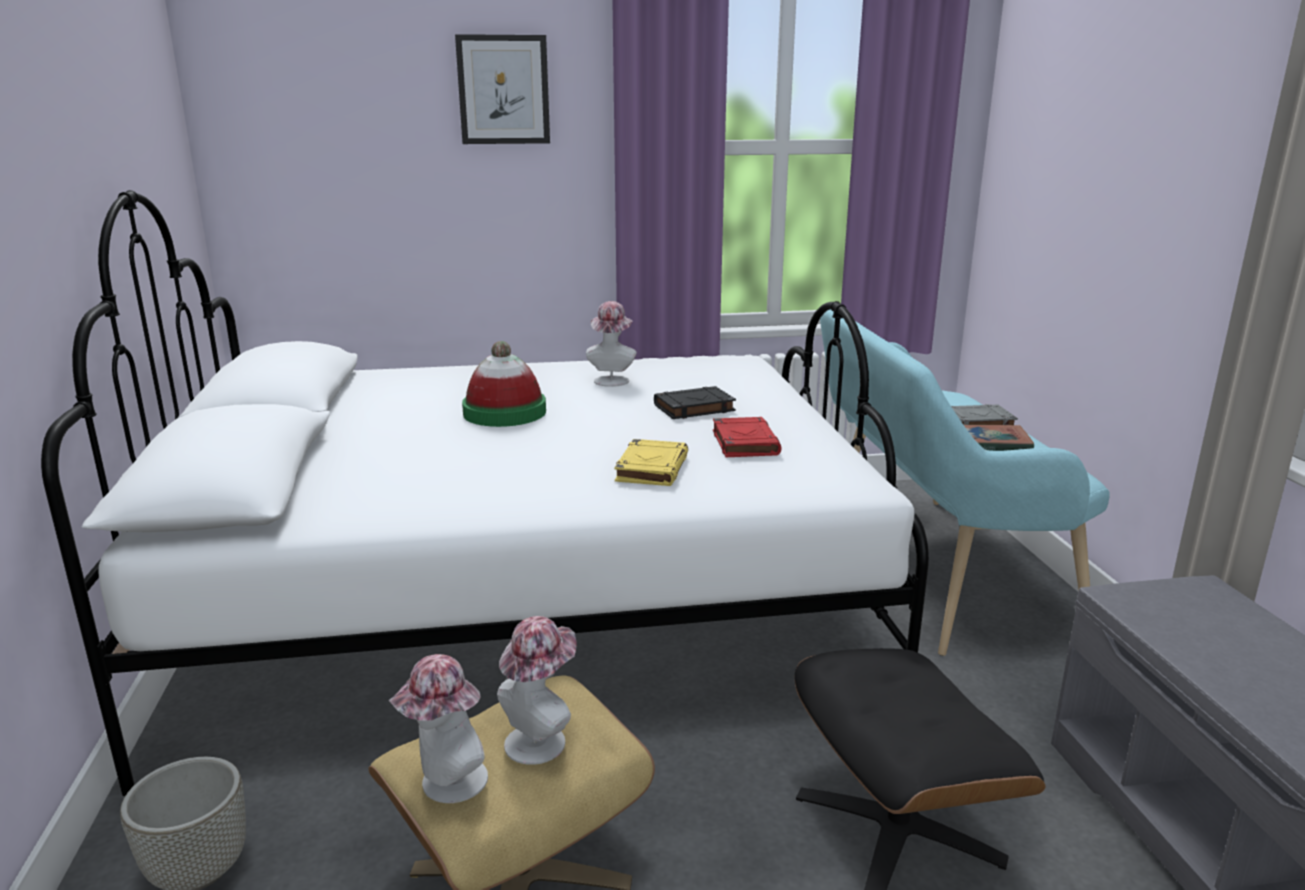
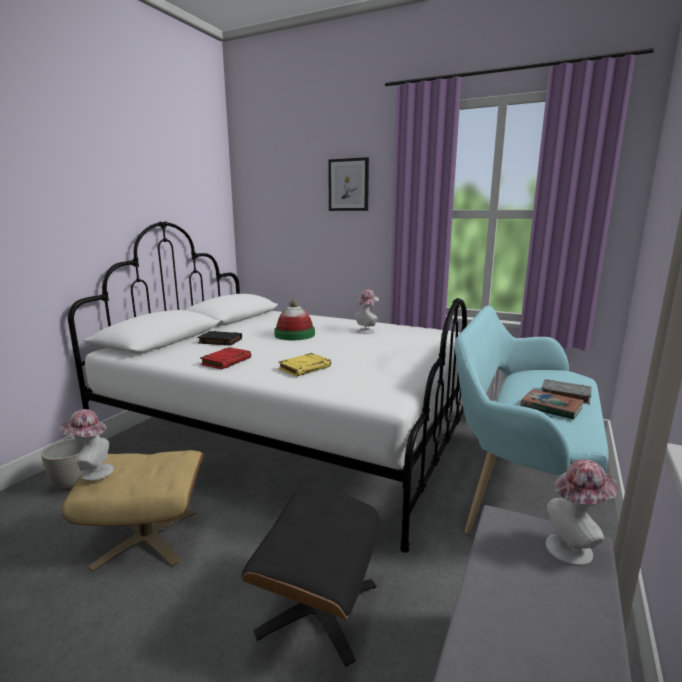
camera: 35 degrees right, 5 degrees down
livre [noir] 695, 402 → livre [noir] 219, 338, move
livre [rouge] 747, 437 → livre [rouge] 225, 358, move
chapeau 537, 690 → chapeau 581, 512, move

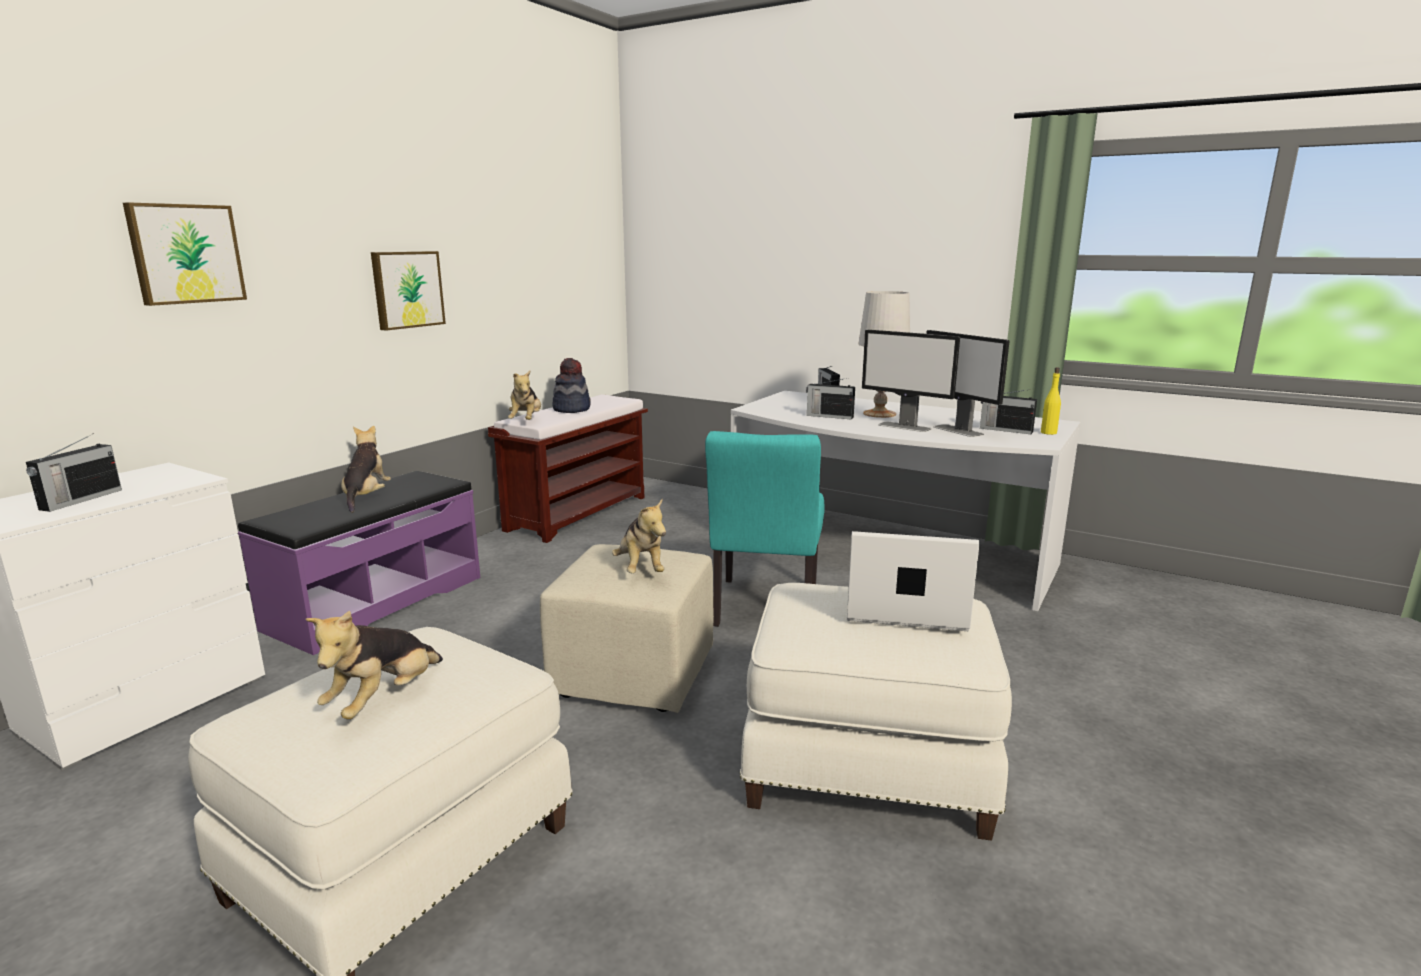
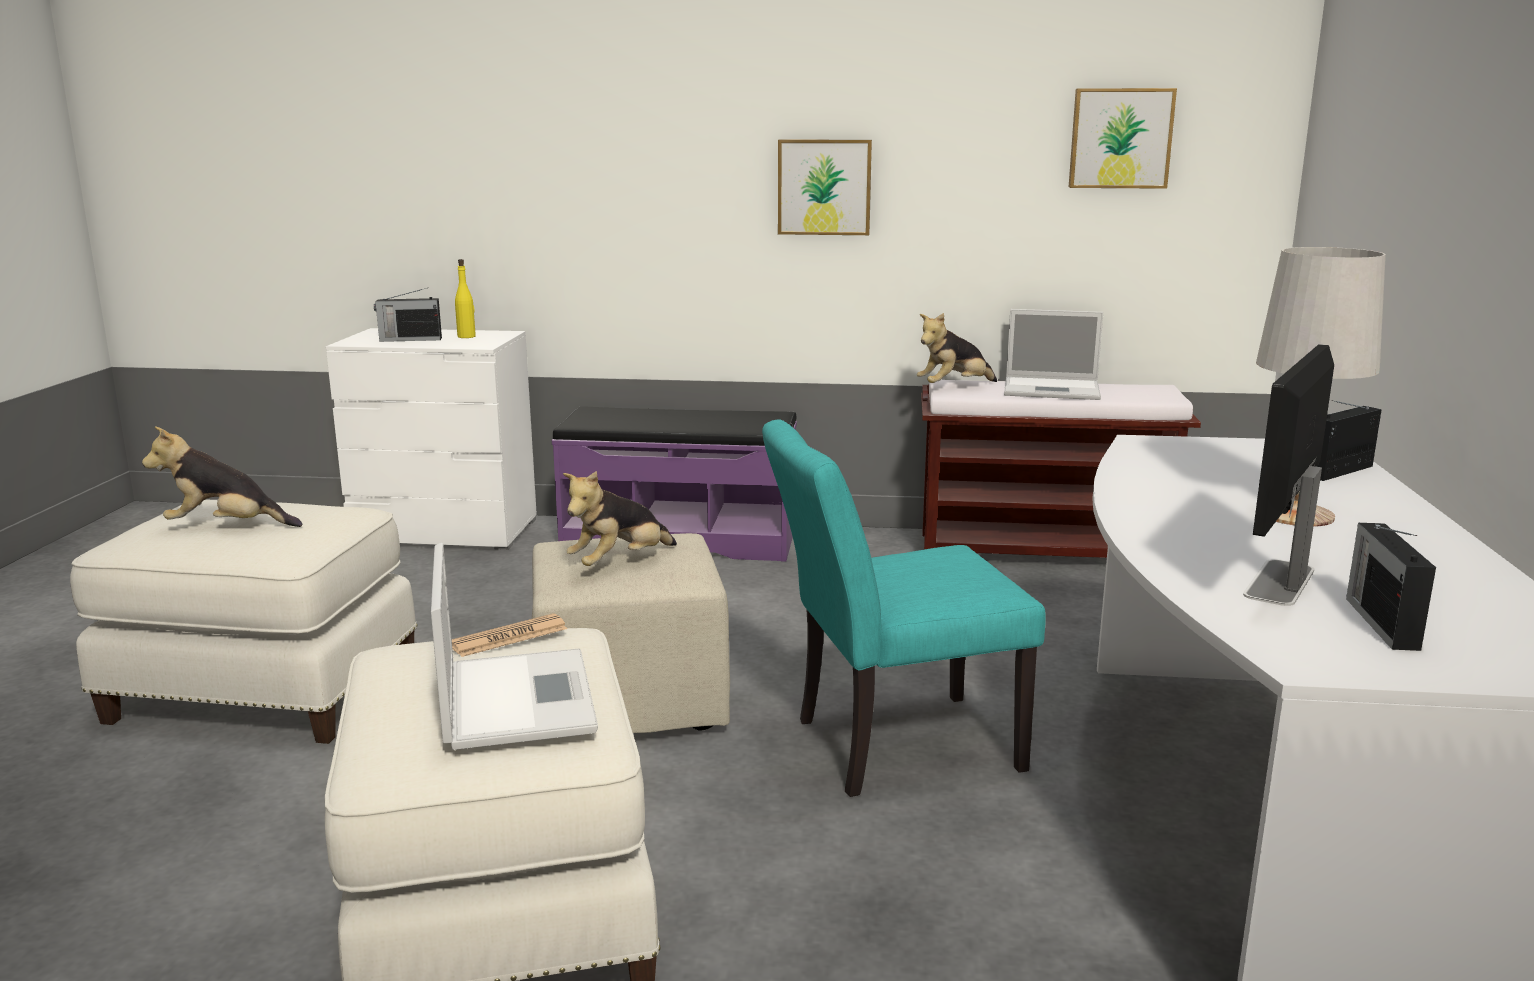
camera: 65 degrees right, 0 degrees up
tableau 185, 254 → tableau 1123, 138, move
écran d'ordinateur 911, 381 → -
chapeau 571, 385 → ordinateur portable 1053, 354
bouteille [jaune] 1051, 401 → bouteille [jaune] 465, 298, move
radio 830, 399 → -
peluche 366, 469 → -
- → journal 509, 635

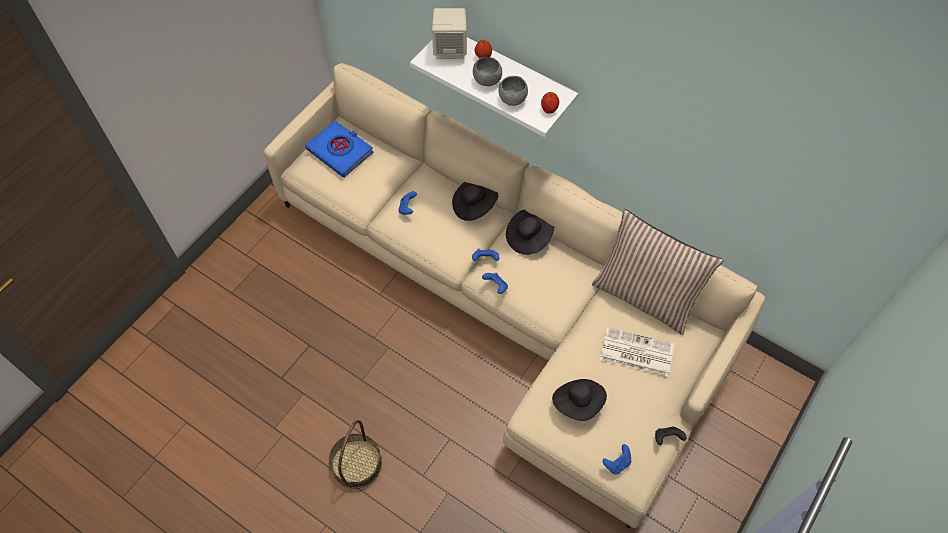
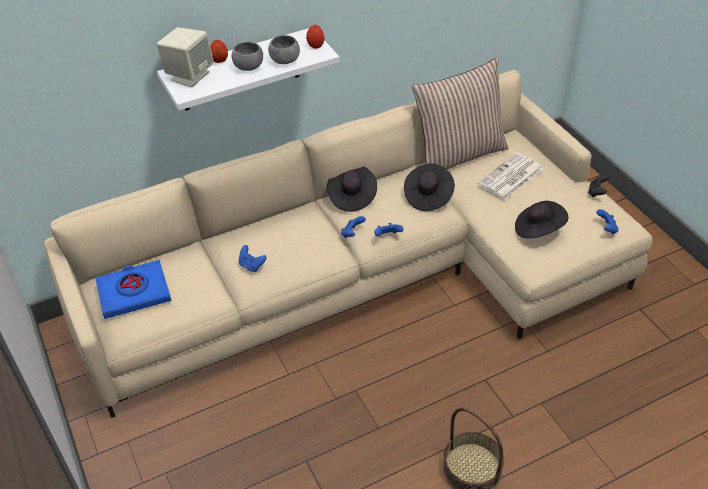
camera: 60 degrees left, 15 degrees down
chapeau [noir] 475, 201 → chapeau [noir] 429, 187, move

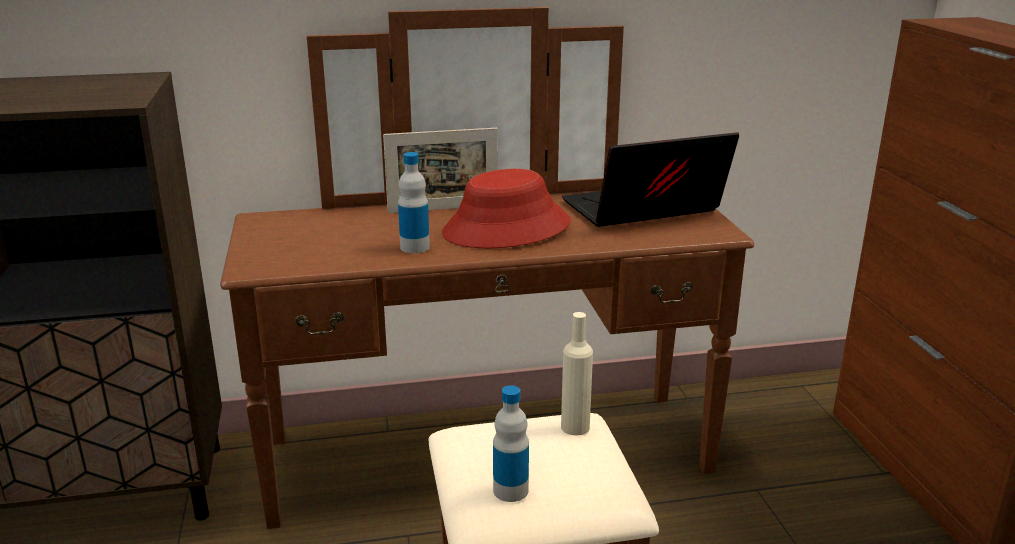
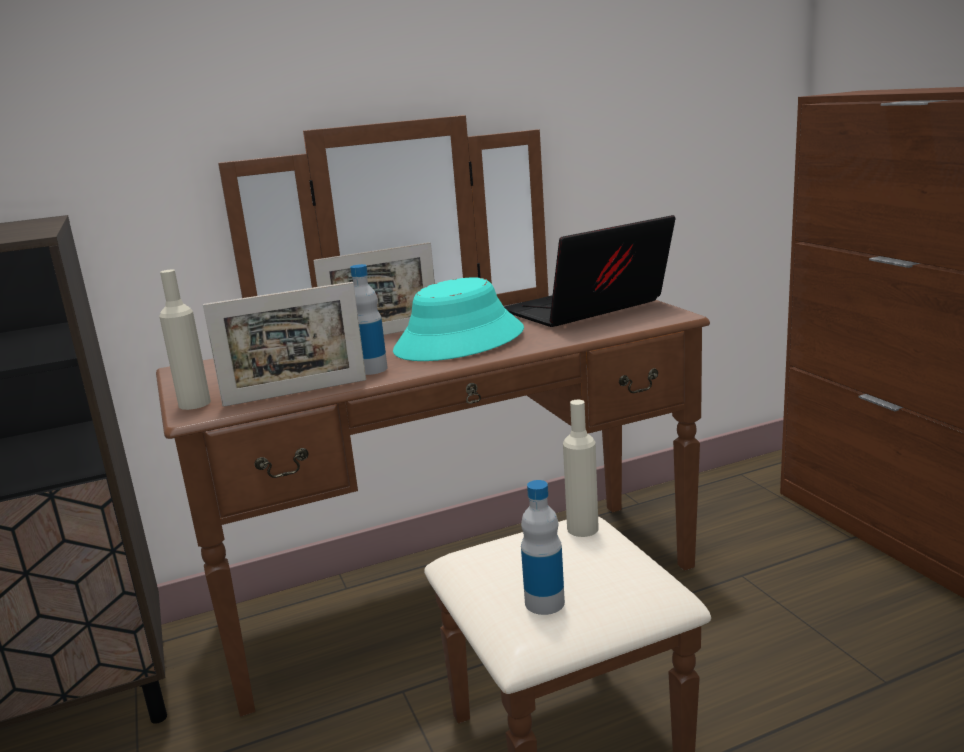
camera: 10 degrees left, 5 degrees down
chapeau [rouge] 506, 208 → chapeau [turquoise] 458, 319
- → bouteille [beige] 185, 340
- → cadre photo 284, 344

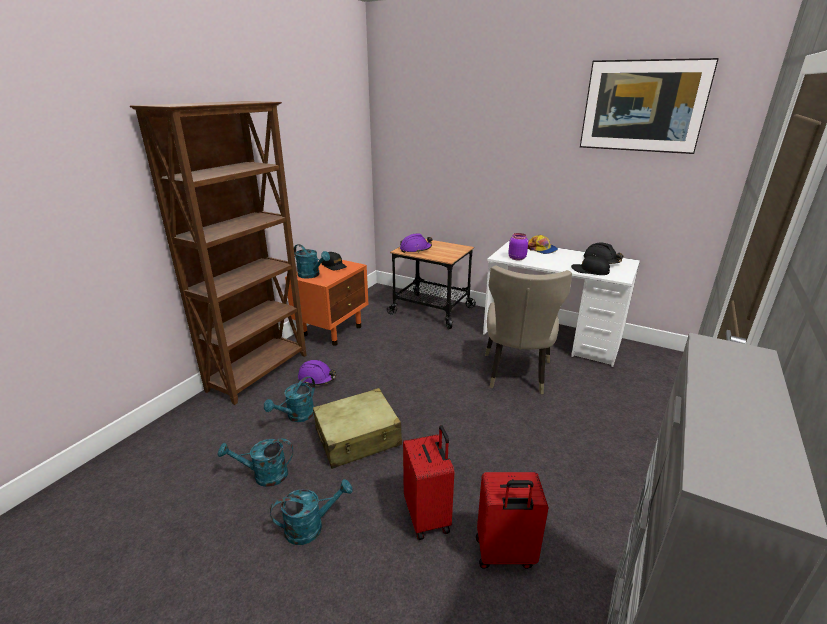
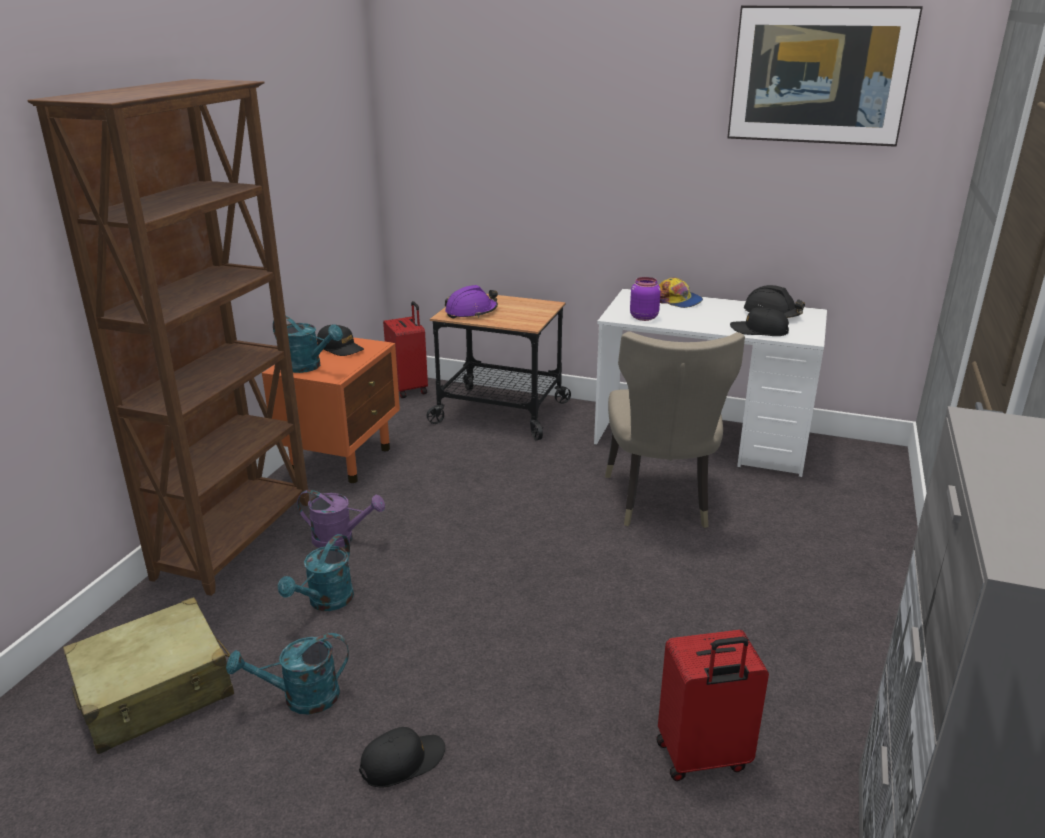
camera: 10 degrees left, 0 degrees up
casque de chantier [violet] 317, 372 → arrosoir [violet] 341, 519
valise [beige] 357, 428 → valise [beige] 148, 675, move
valise [rouge] 428, 482 → valise [rouge] 405, 349, move
arrosoir [turquoise] 311, 512 → casquette [noir] 402, 757

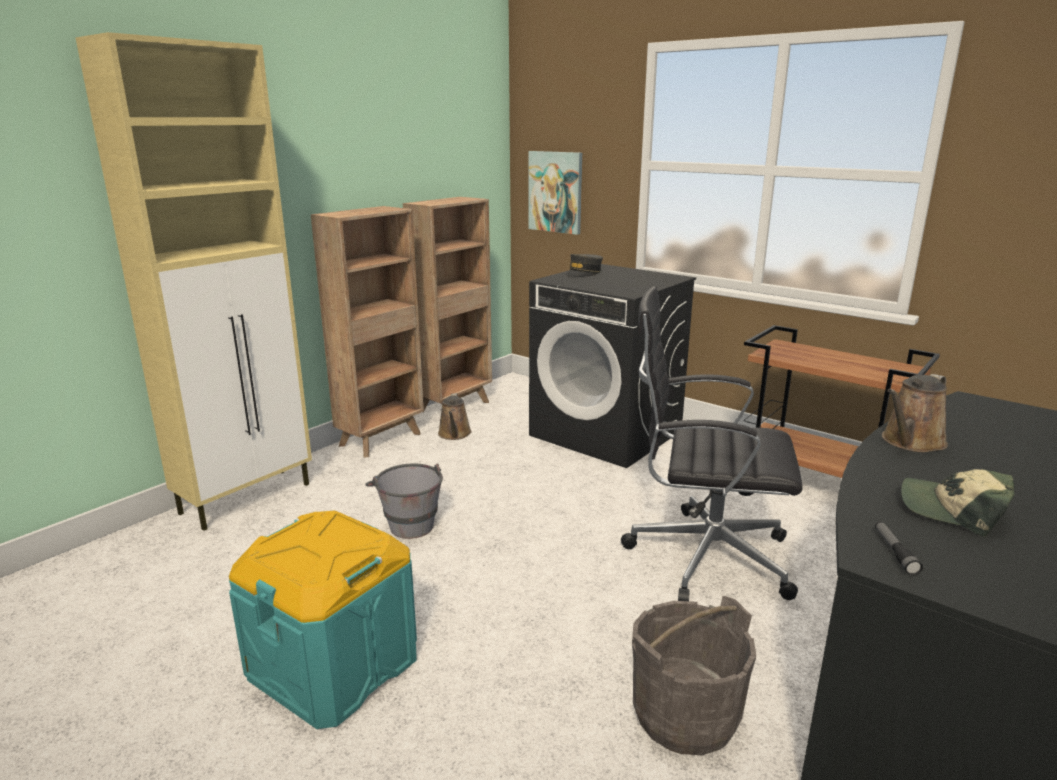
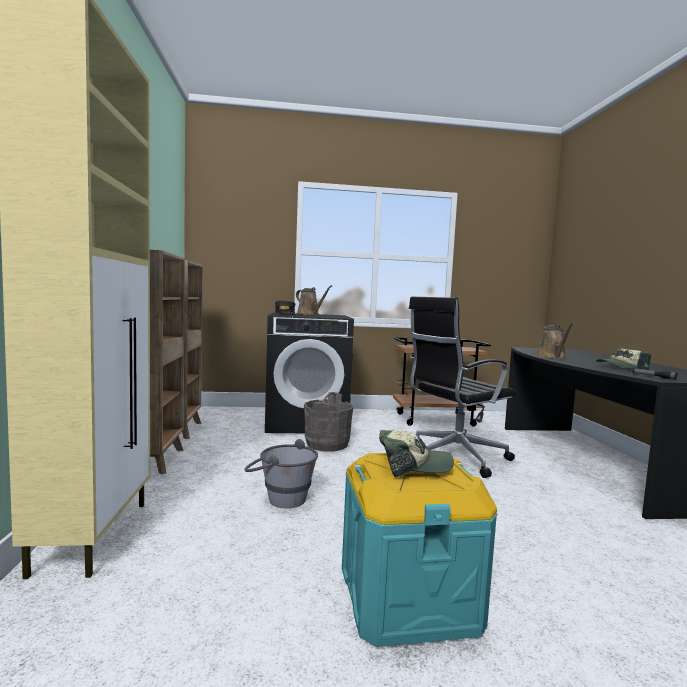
camera: 45 degrees left, 15 degrees down
tableau 555, 193 → -
arrosoir [marron] 455, 416 → arrosoir [marron] 314, 300, move
seau [gris] 694, 675 → seau [gris] 329, 422, move
- → casquette 416, 453

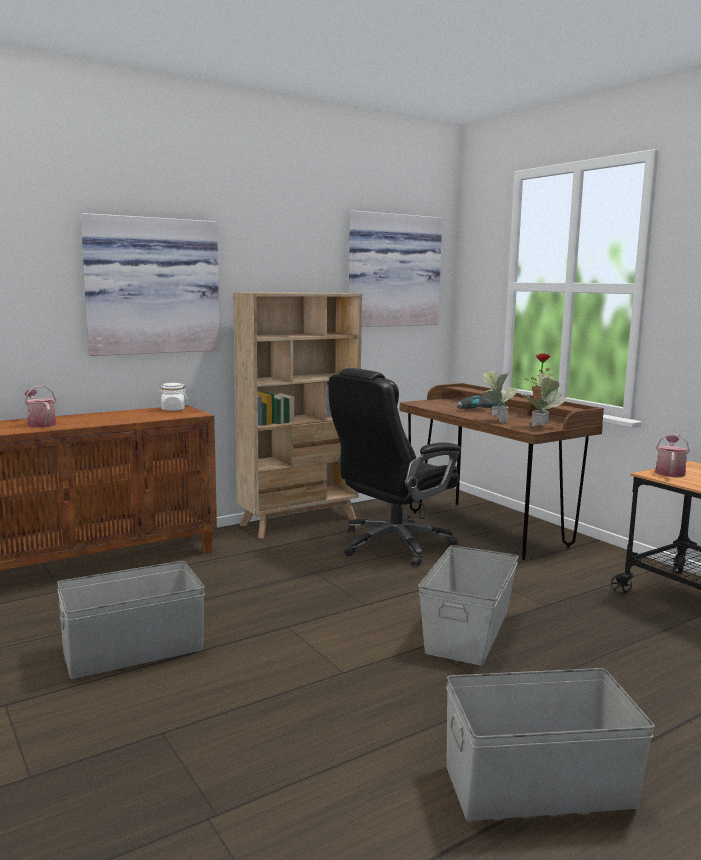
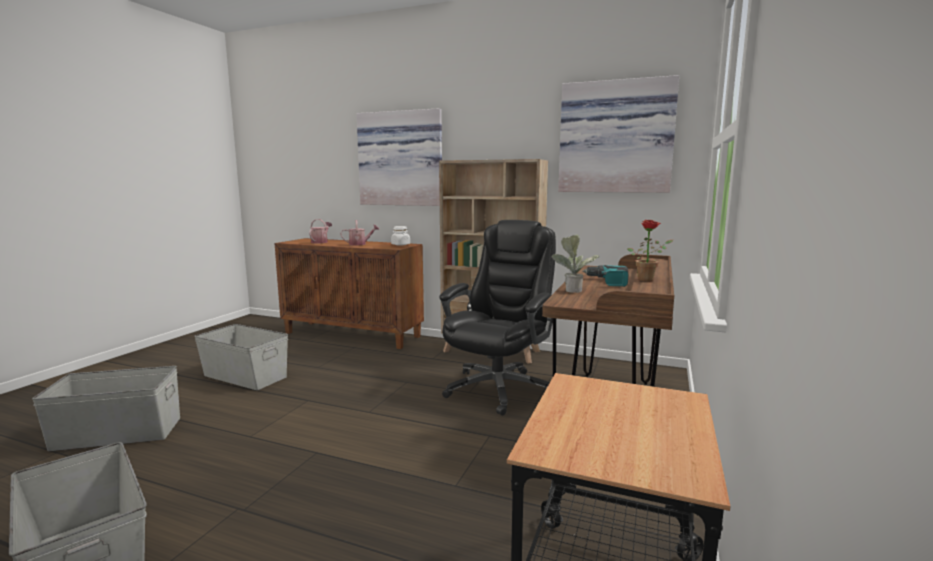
camera: 55 degrees right, 0 degrees up
chaise de bureau [noir] 394, 467 → chaise de bureau [noir] 497, 318, 105 degrees clockwise
plante en pot 543, 400 → -
arrosoir 672, 455 → arrosoir 359, 233, move
boîte de rangement [gris] 468, 605 → boîte de rangement [gris] 106, 408, move

